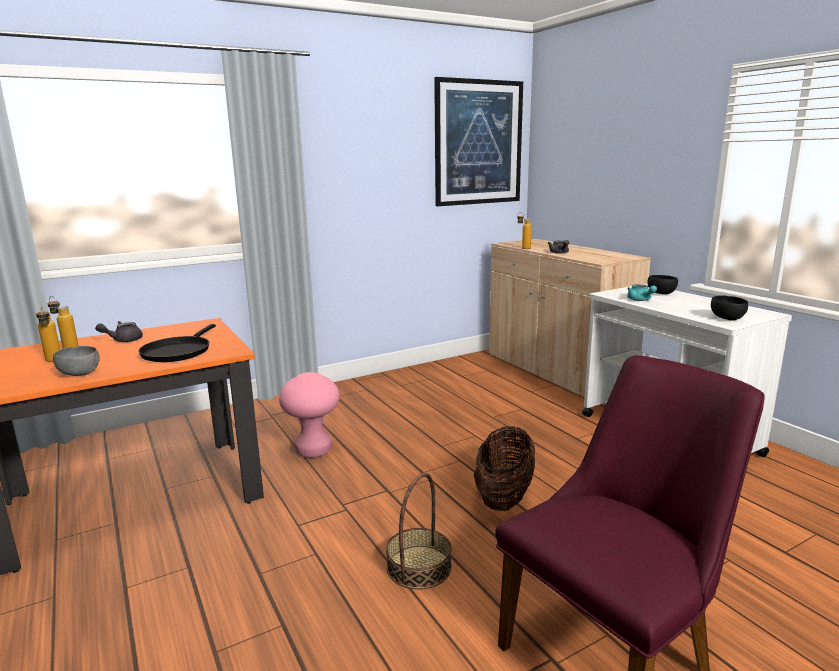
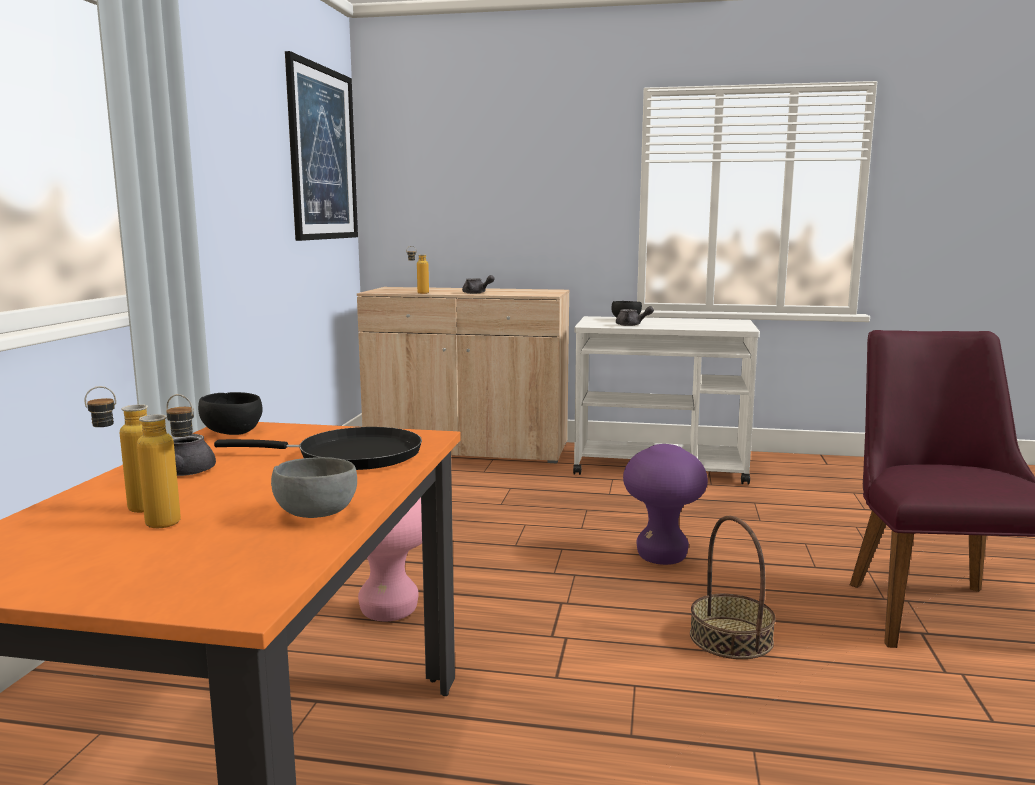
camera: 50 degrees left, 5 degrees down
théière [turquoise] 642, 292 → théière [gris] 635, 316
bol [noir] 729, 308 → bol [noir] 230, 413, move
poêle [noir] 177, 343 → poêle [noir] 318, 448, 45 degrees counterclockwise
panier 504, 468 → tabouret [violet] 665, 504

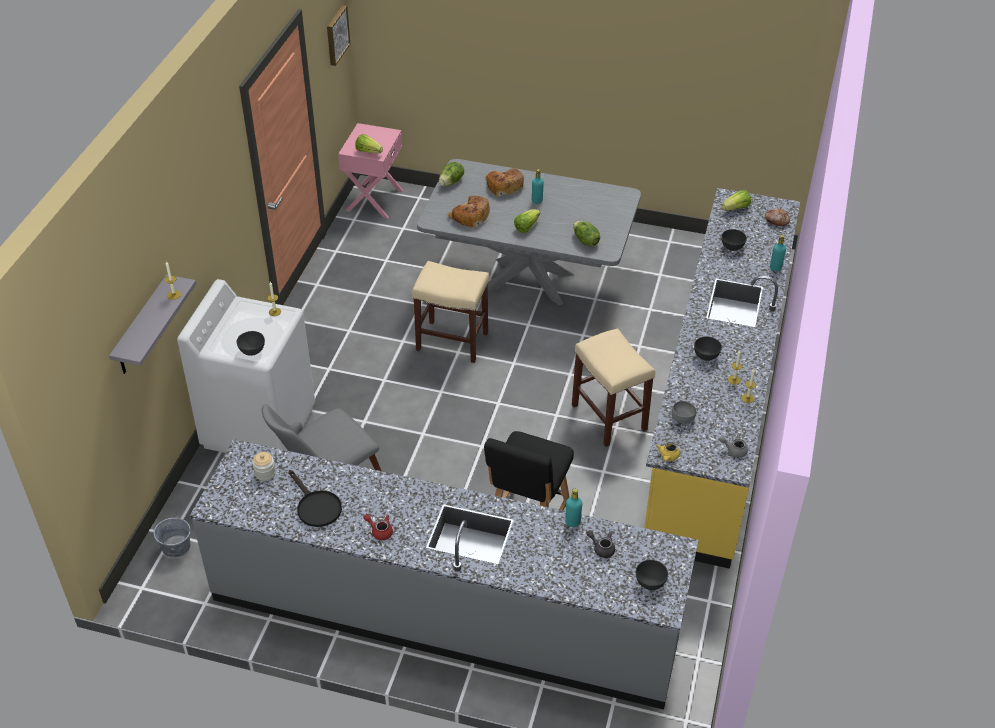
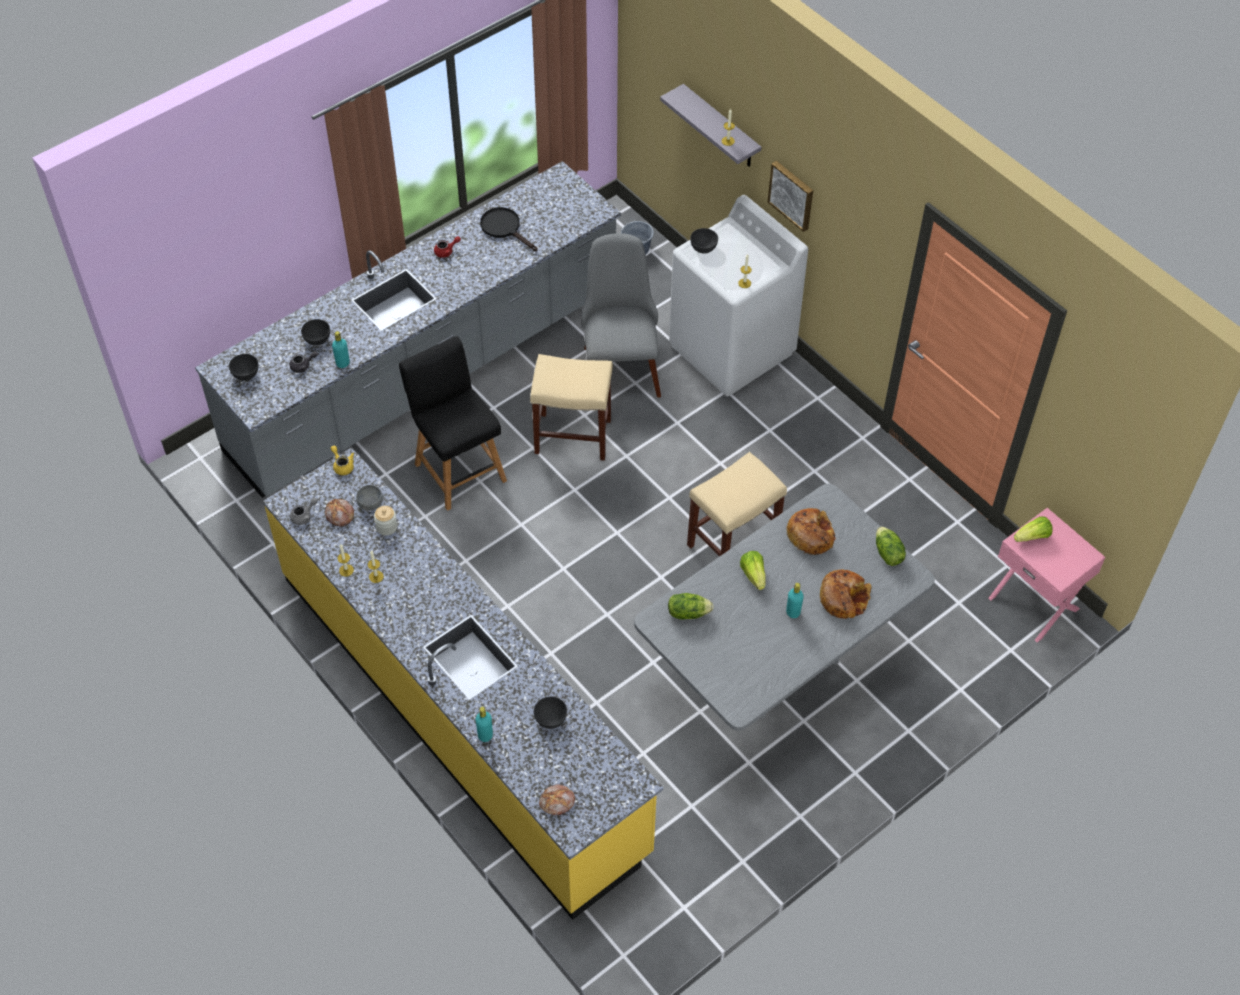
camera: 125 degrees right, 10 degrees up
tableau 338, 35 → tableau 790, 196, move
laitue 736, 200 → -
tabouret [beige] 613, 387 → tabouret [beige] 571, 407, move
bol [gris] 708, 348 → bol [gris] 315, 332, move
bocal 264, 466 → bocal 385, 520, move
poêle [noir] 315, 498 → poêle [noir] 509, 229, 45 degrees clockwise
- → pain 339, 513

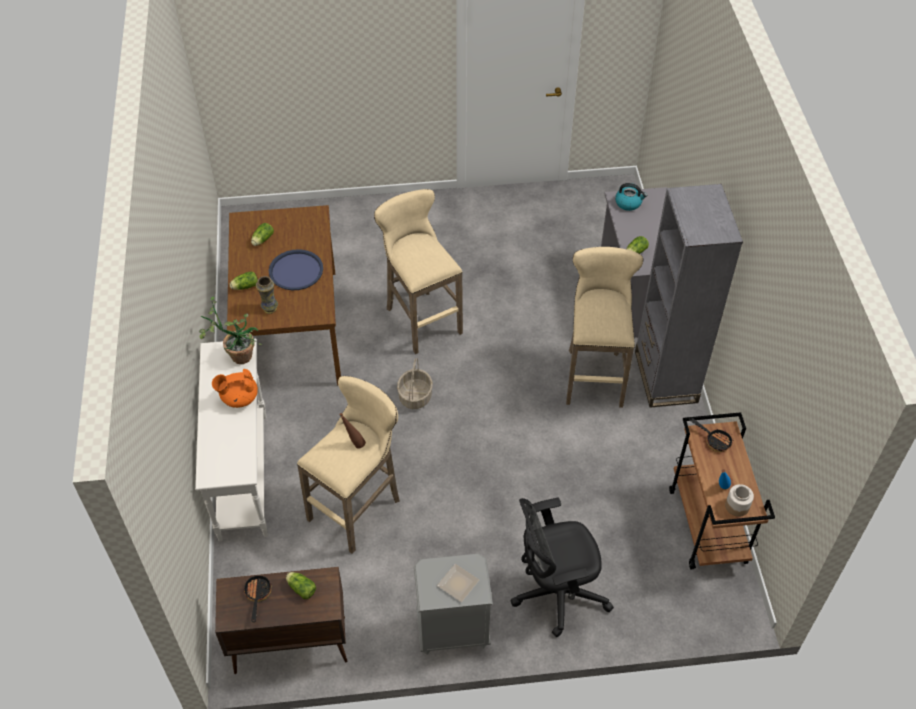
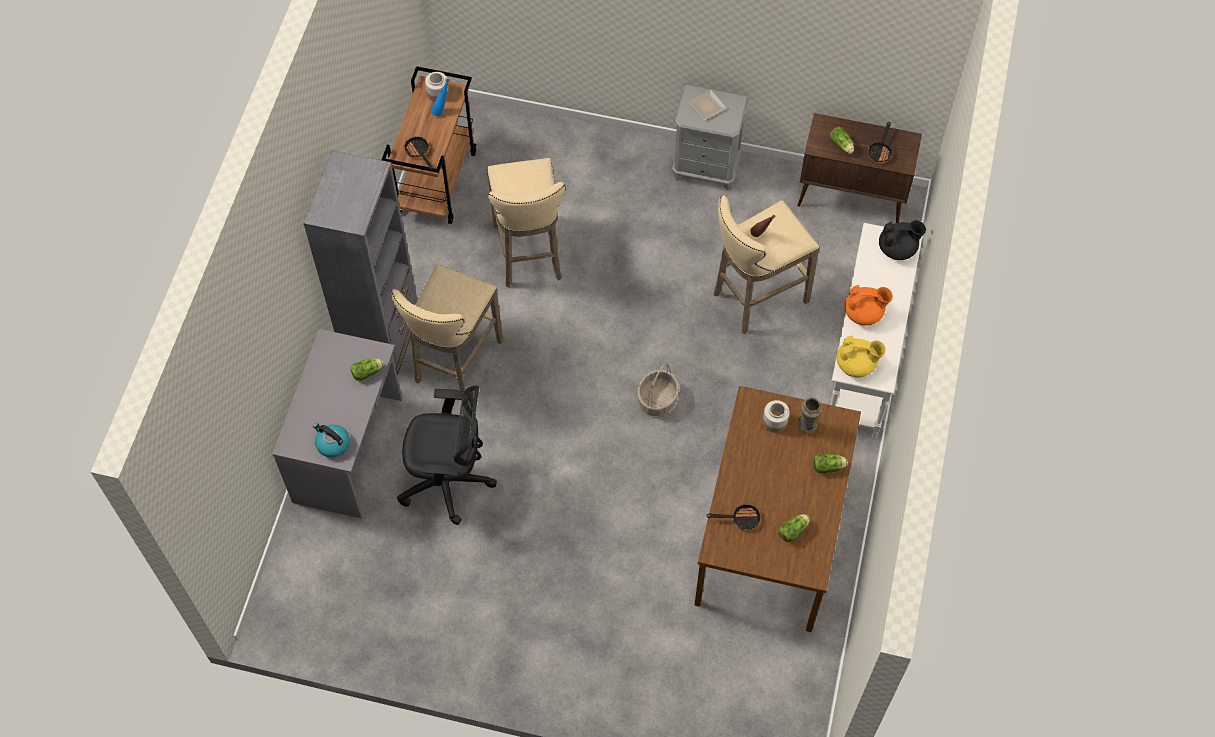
camera: 160 degrees left, 10 degrees up
tabouret [beige] 418, 271 → tabouret [beige] 526, 222, move
plateau [bleu] 296, 269 → -
plante en pot 231, 330 → théière [jaune] 861, 356
chaise de bureau [noir] 562, 567 → chaise de bureau [noir] 447, 455, move
- → théière [noir] 902, 240
- → bocal 776, 416
- → poêle 733, 517

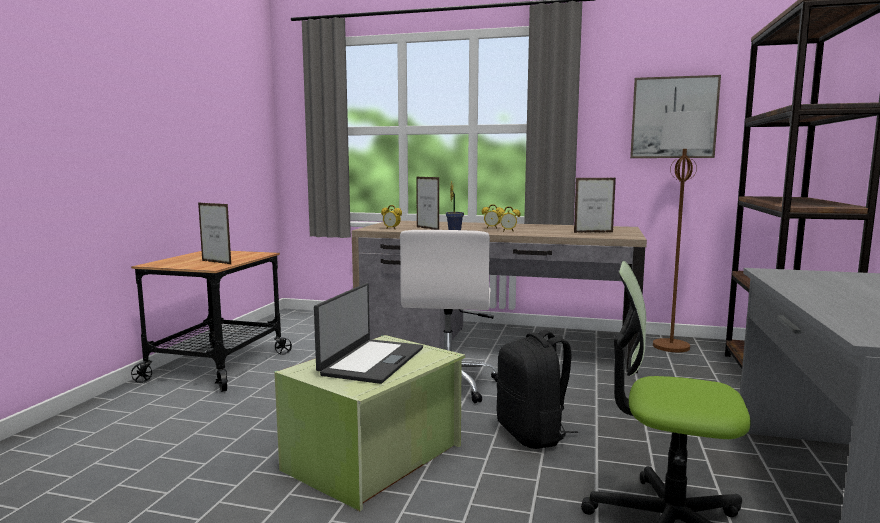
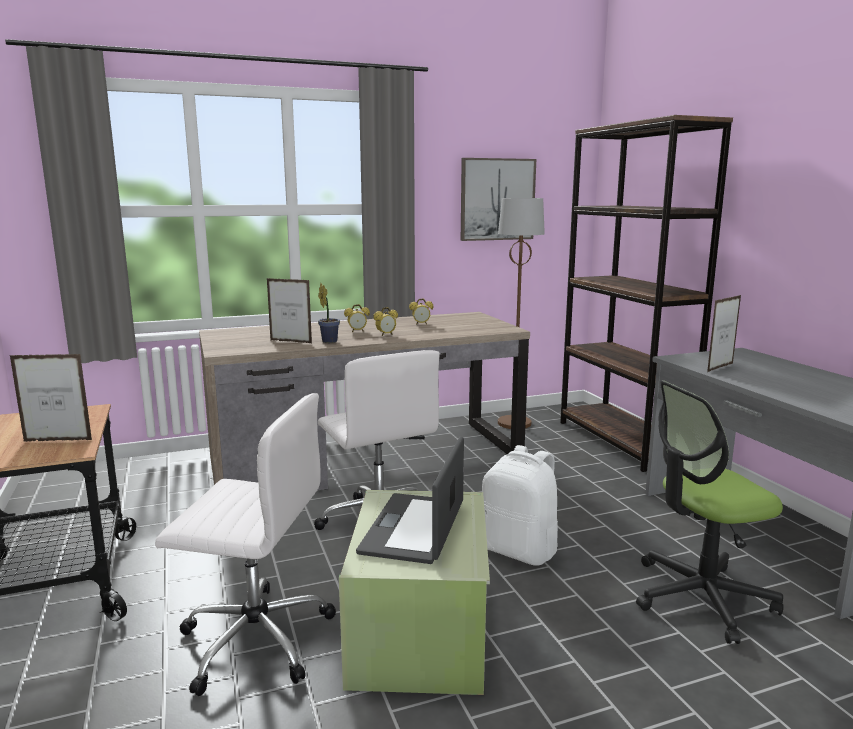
camera: 35 degrees left, 5 degrees up
cadre photo 595, 205 → cadre photo 724, 333, move
réveil 391, 217 → réveil 421, 312, move
ordinateur portable 368, 333 → ordinateur portable 410, 500, 150 degrees counterclockwise
sac à dos [noir] 537, 389 → sac à dos [blanc] 520, 505
- → chaise de bureau [blanc] 245, 544

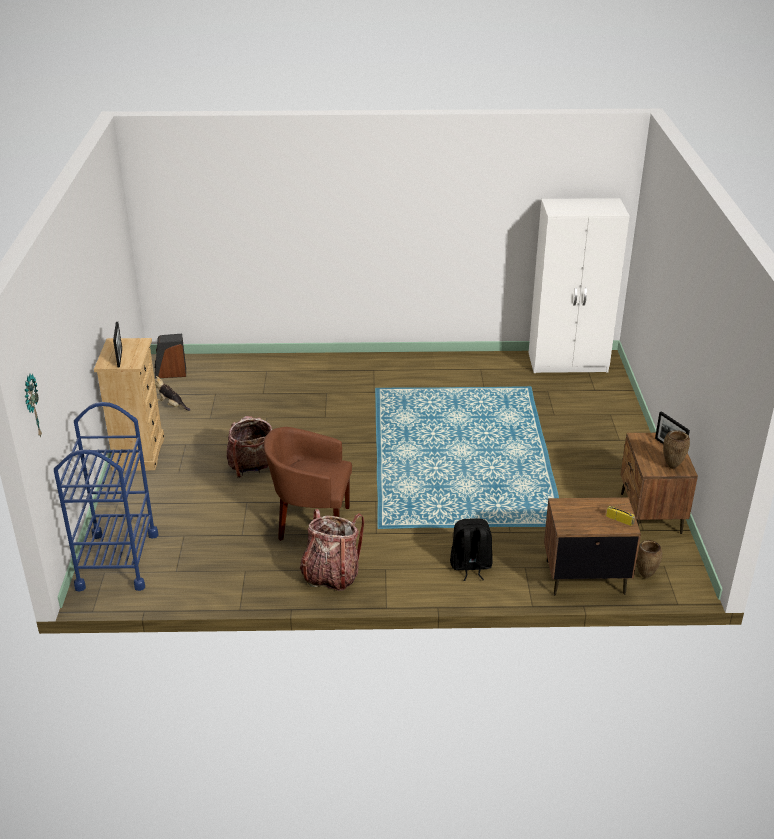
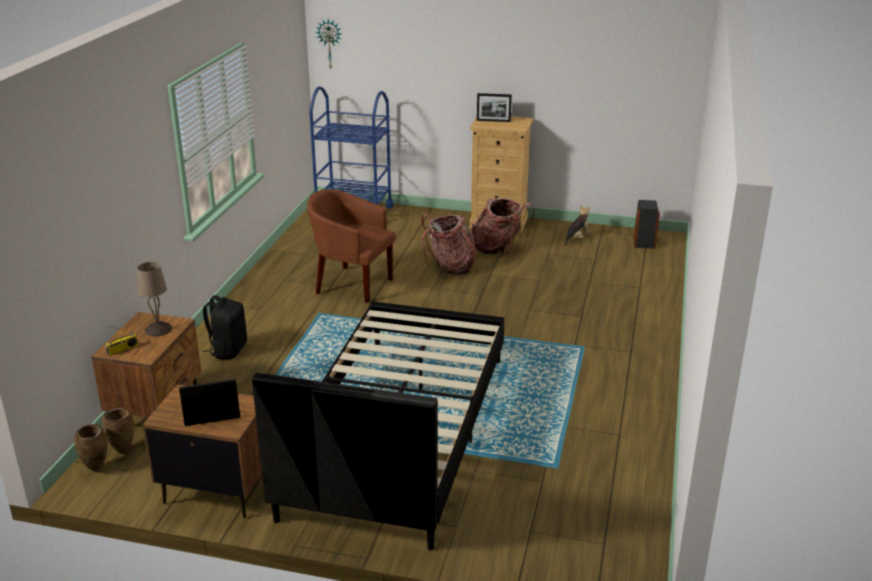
camera: 105 degrees right, 5 degrees down
armoire [blanc] 579, 285 → -
fauteuil [marron] 308, 484 → fauteuil [marron] 351, 246, 90 degrees counterclockwise
vase [marron] 676, 449 → vase [marron] 90, 448, move
sac à dos 332, 550 → sac à dos 503, 227, move
- → lampe de table [beige] 154, 299
- → lit [noir] 378, 426

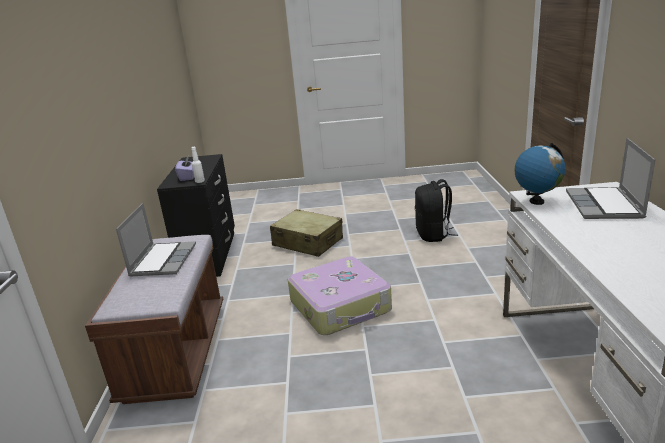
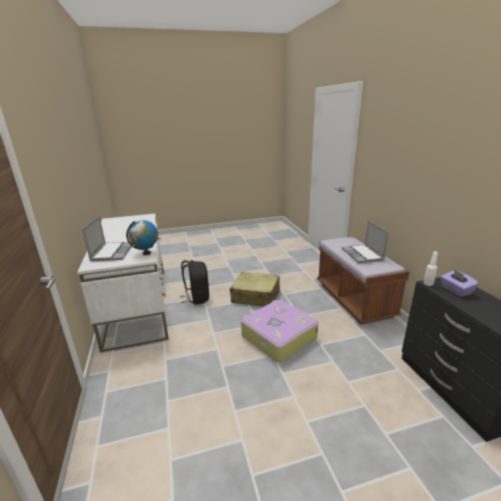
camera: 165 degrees right, 0 degrees up
sac à dos [noir] 436, 210 → sac à dos [noir] 195, 282, move
valise [beige] 306, 233 → valise [beige] 255, 289, move

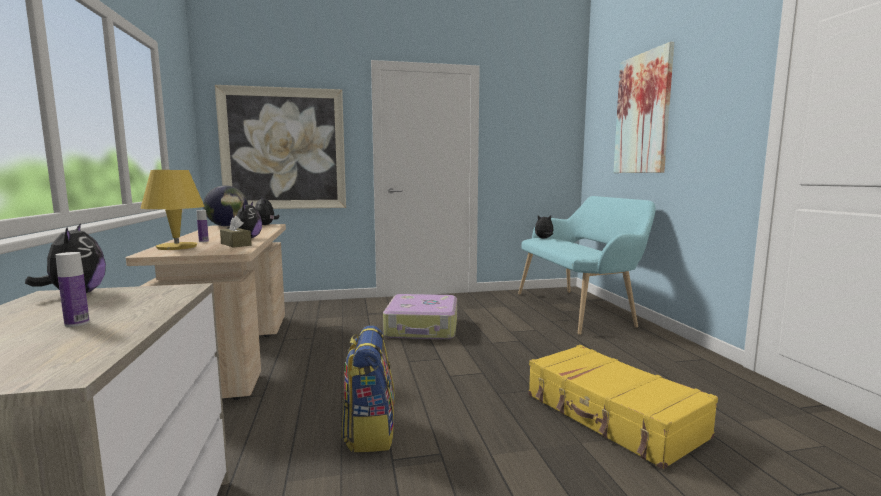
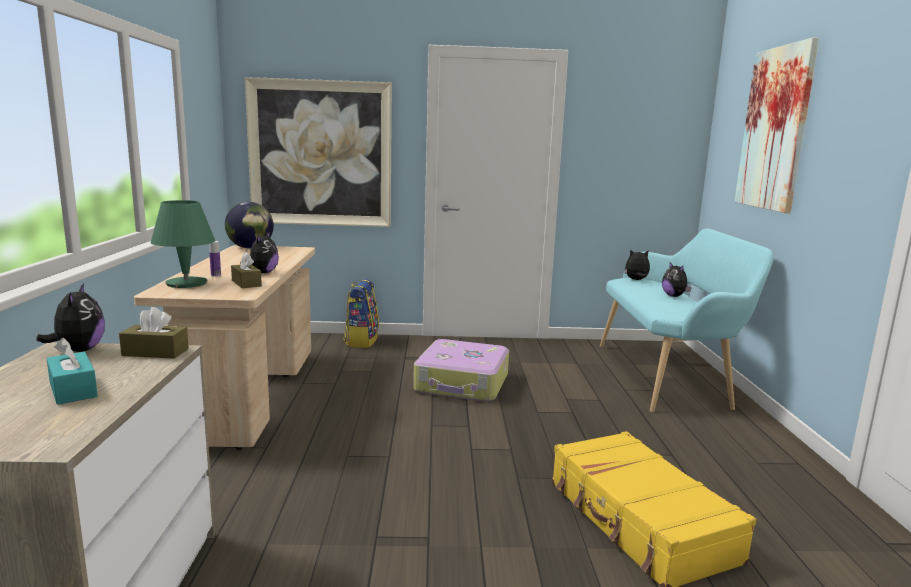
camera: 10 degrees right, 5 degrees up
lampe de table [jaune] 172, 210 → lampe de table [vert] 183, 244
peluche 267, 211 → peluche 676, 279, move
bouteille 73, 289 → boîte à mouchoirs [turquoise] 72, 371
sac à dos 368, 389 → sac à dos 361, 313, move
- → boîte à mouchoirs [marron] 154, 333

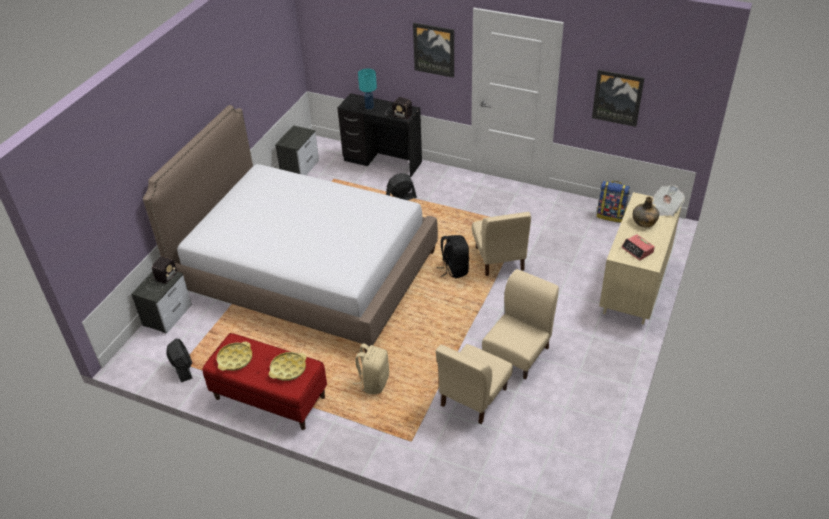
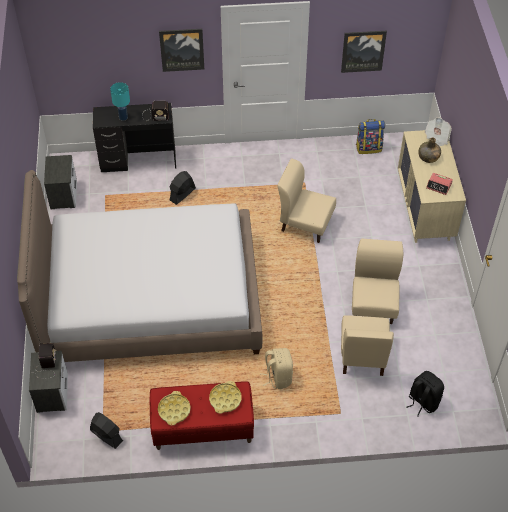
camera: 30 degrees left, 10 degrees up
chaise [beige] 501, 244 → chaise [beige] 306, 201, 150 degrees clockwise
sac à dos [noir] 453, 256 → sac à dos [noir] 425, 394, move

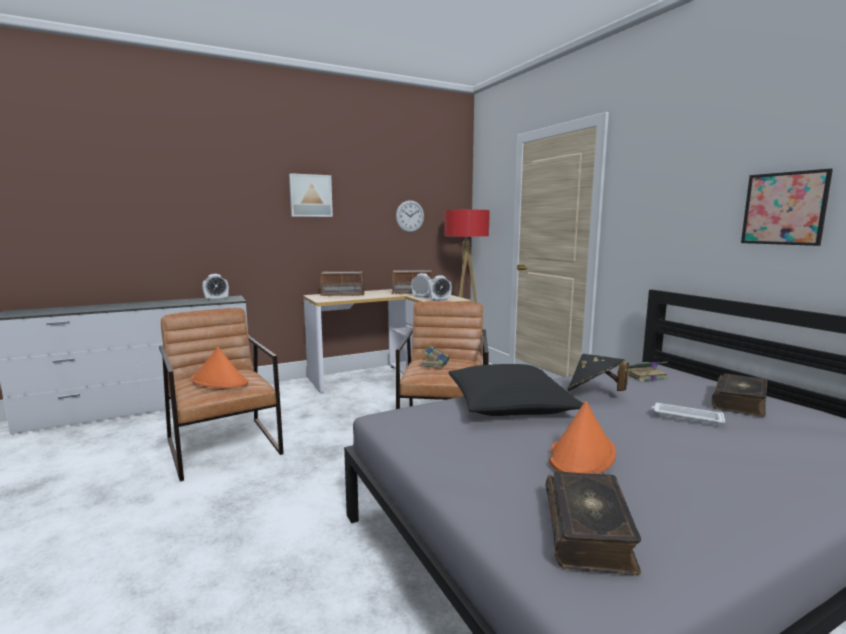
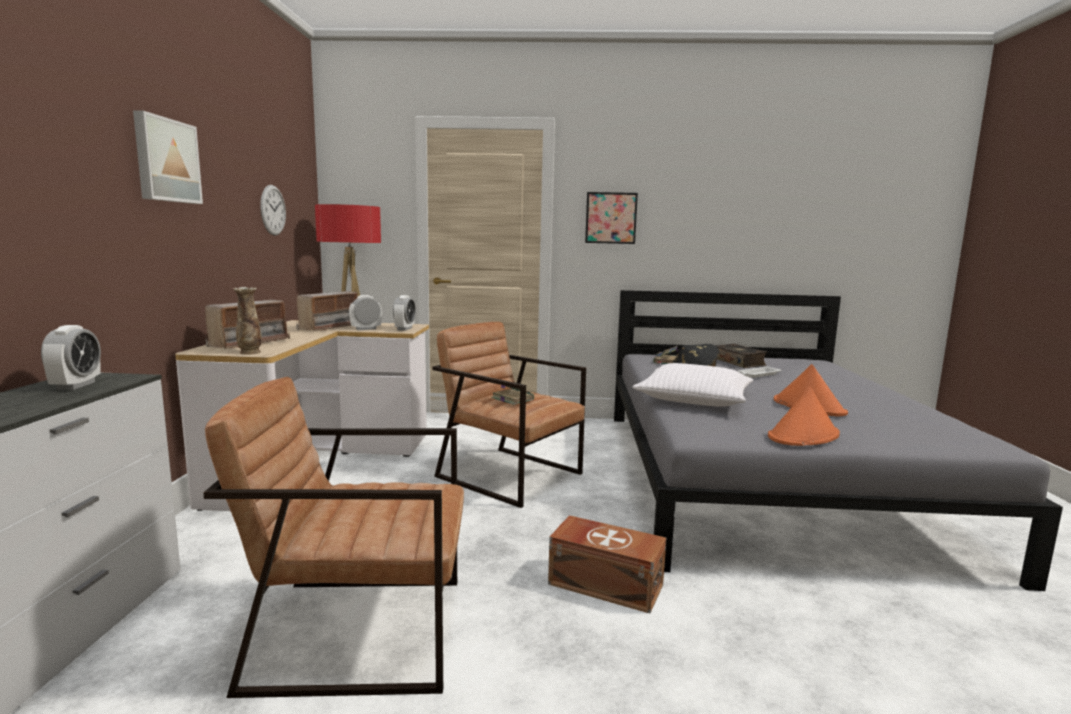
camera: 60 degrees left, 0 degrees up
tableau 787, 207 → tableau 611, 218, move
chapeau [orange] 219, 368 → chapeau [orange] 804, 416, move
coussin [noir] 516, 390 → coussin [blanc] 693, 385
livre 593, 523 → -
- → vase 247, 321
- → boîte de rangement [marron] 607, 564

